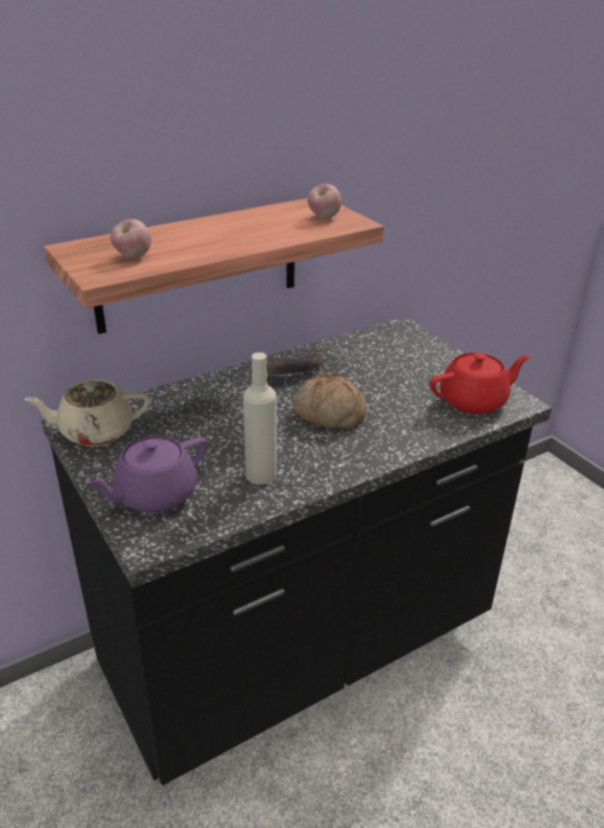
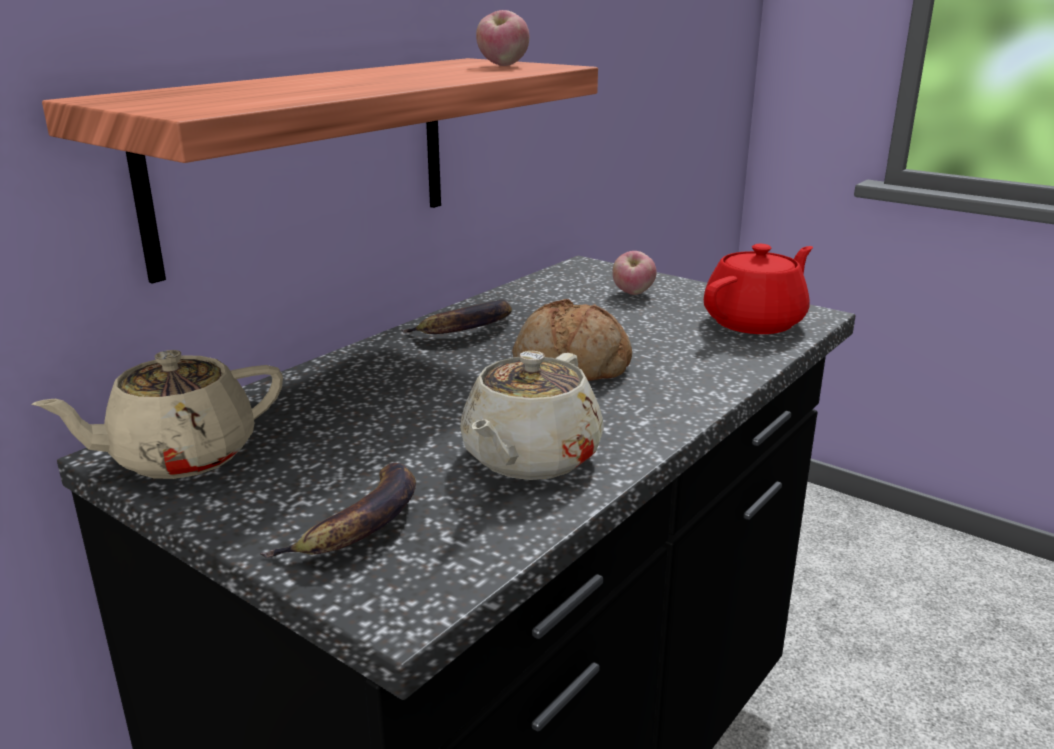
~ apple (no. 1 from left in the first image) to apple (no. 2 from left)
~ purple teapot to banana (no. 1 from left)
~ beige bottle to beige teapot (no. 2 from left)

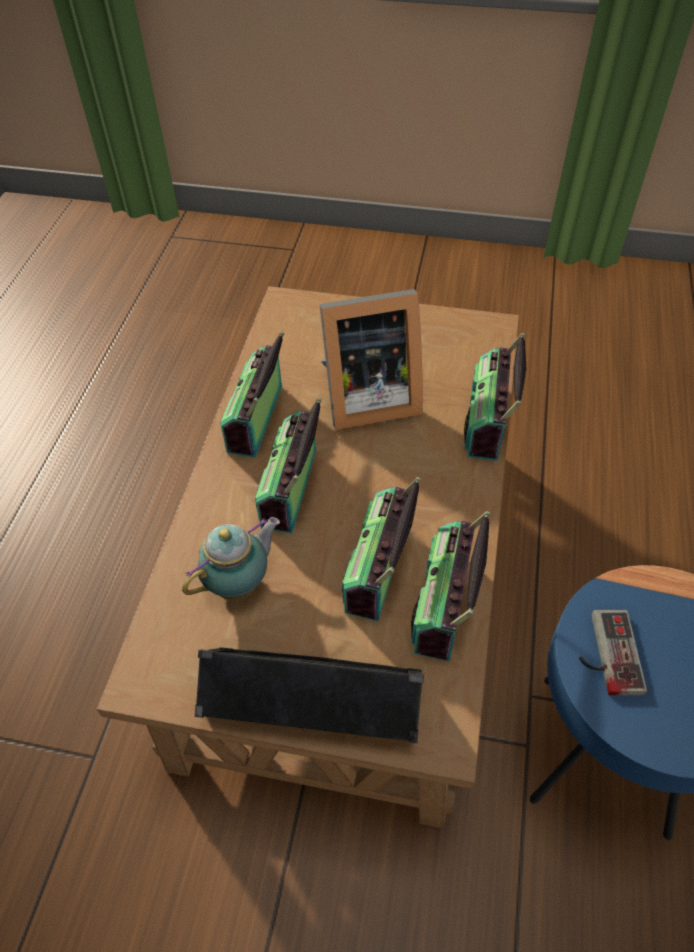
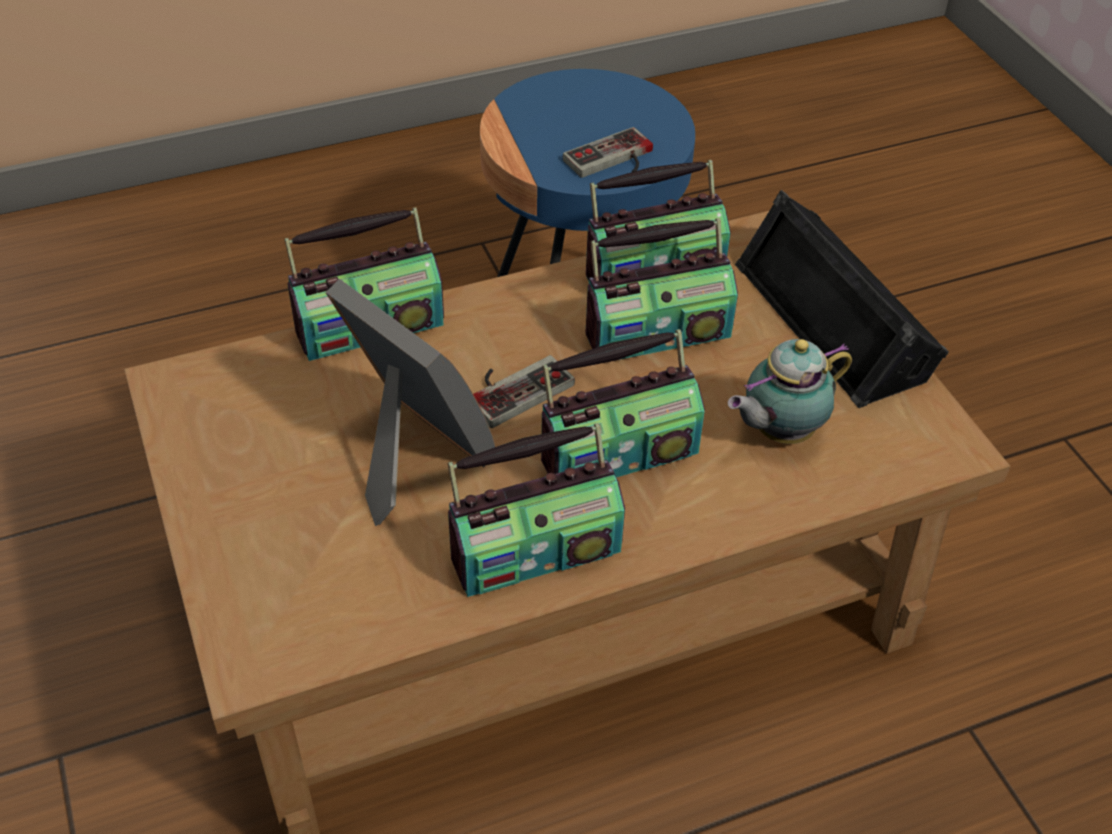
+ game controller (no. 1 from left)
~ teapot 45 degrees counterclockwise

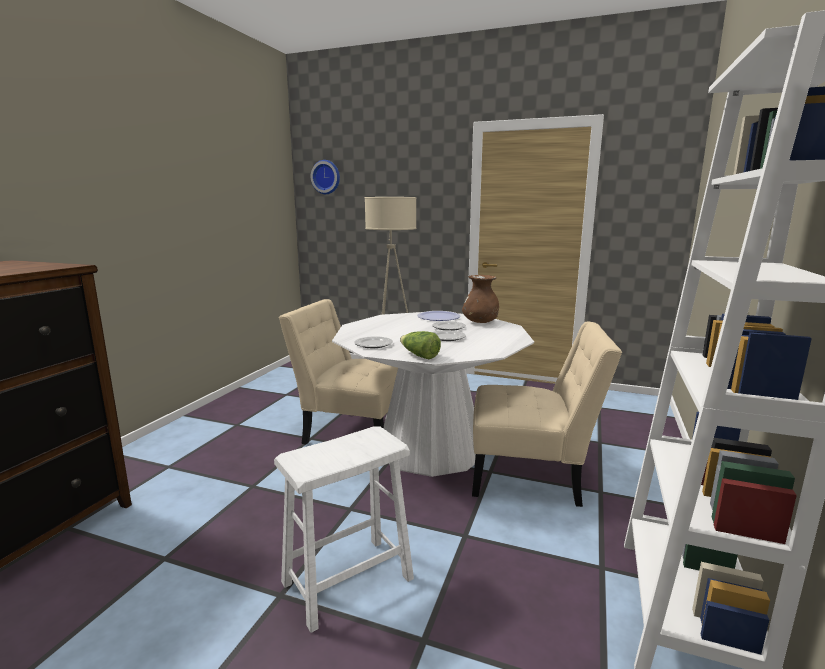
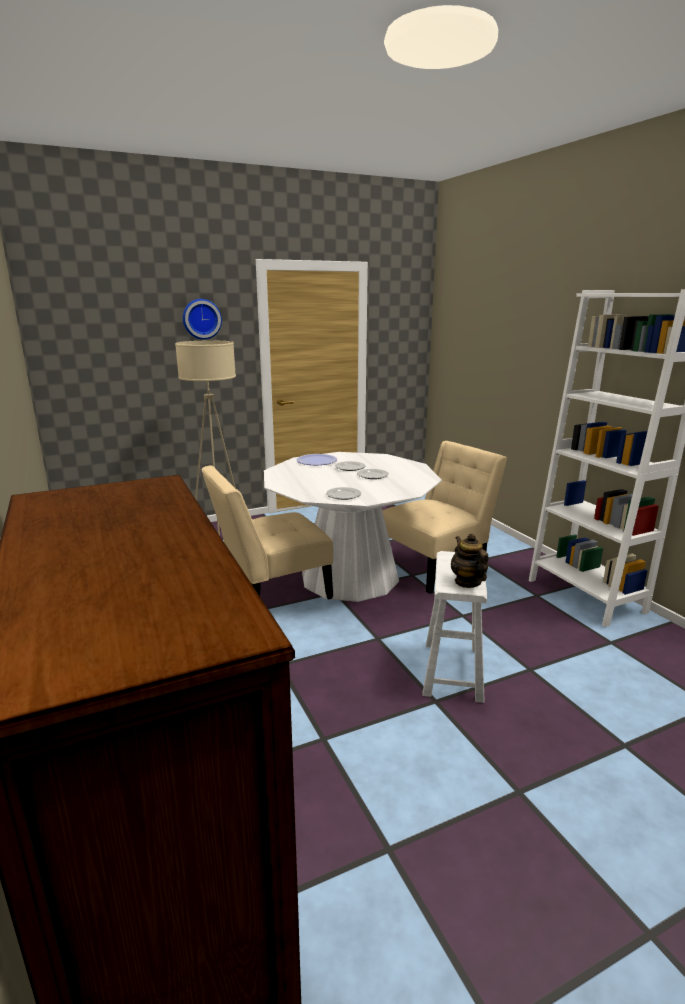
- lettuce
- brown vase
+ teapot
~ wall clock

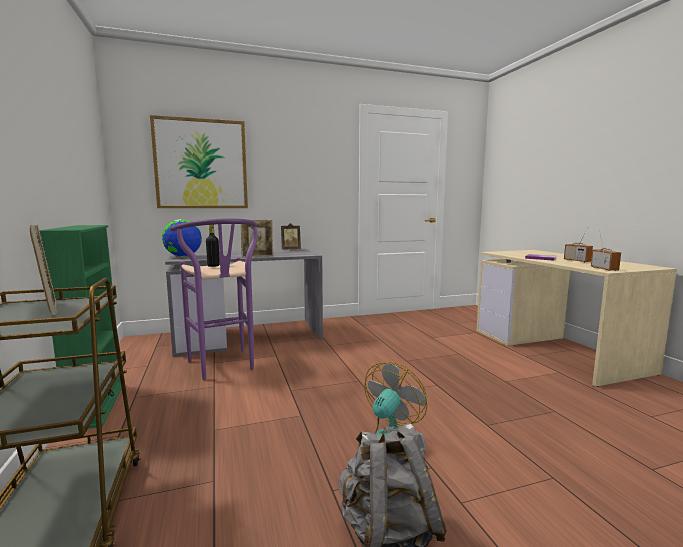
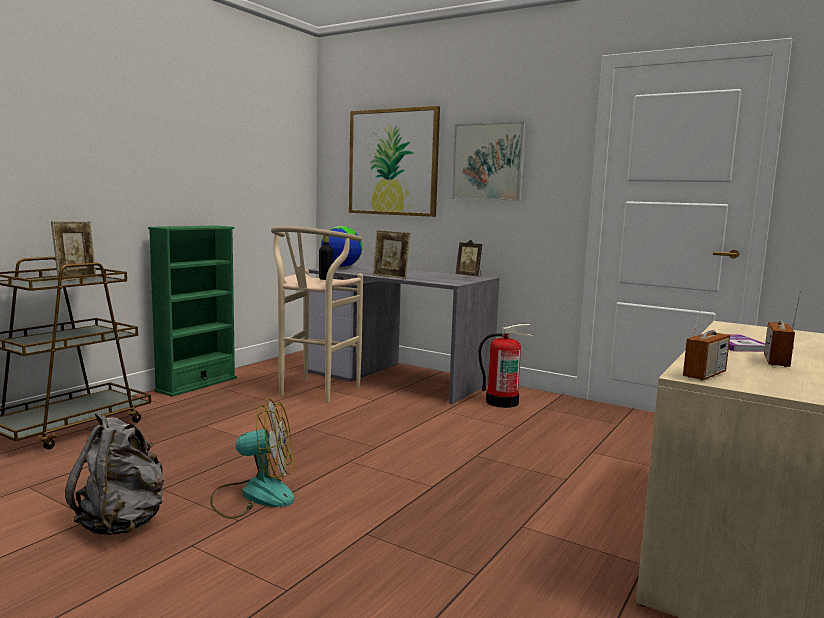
+ picture (no. 2 from left)
+ fire extinguisher
~ purple stool to beige stool

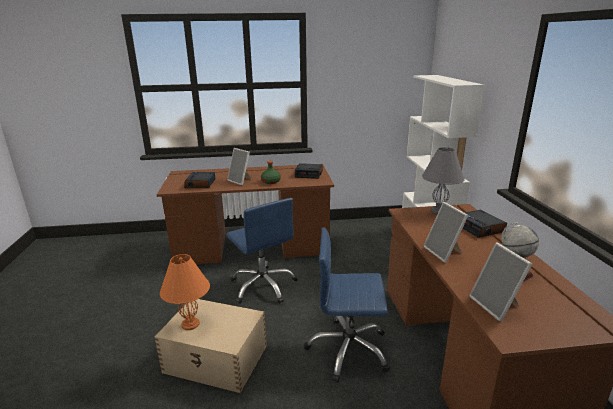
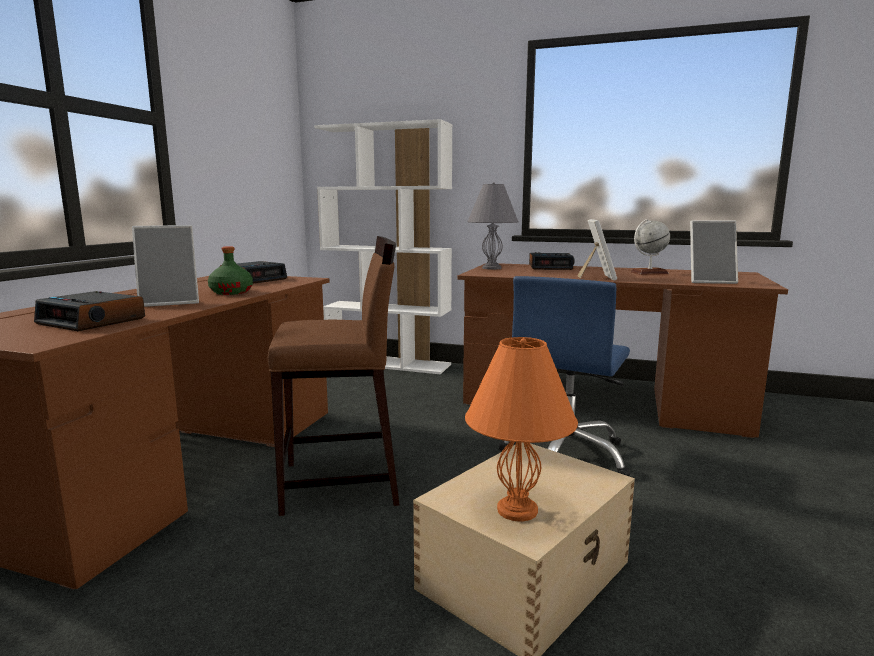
~ blue office chair (no. 1 from left) to brown stool
~ picture frame (no. 2 from left) 90 degrees counterclockwise

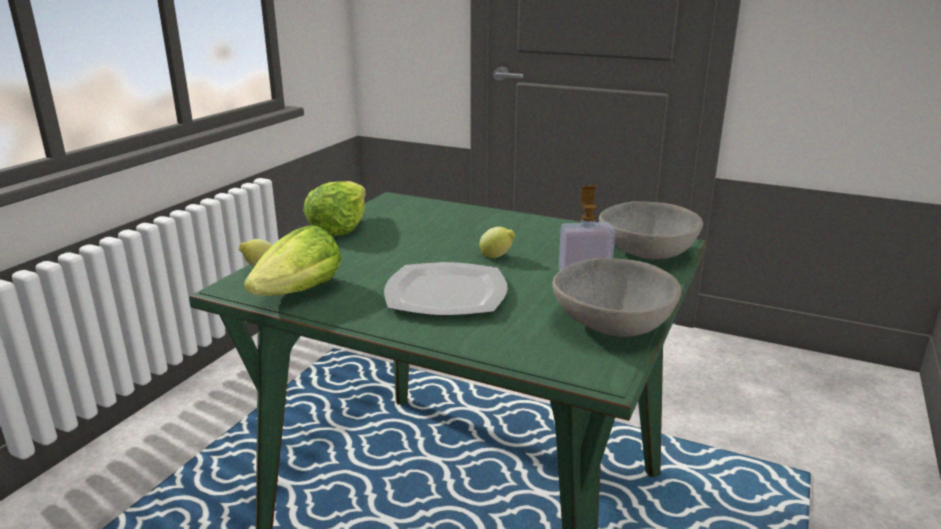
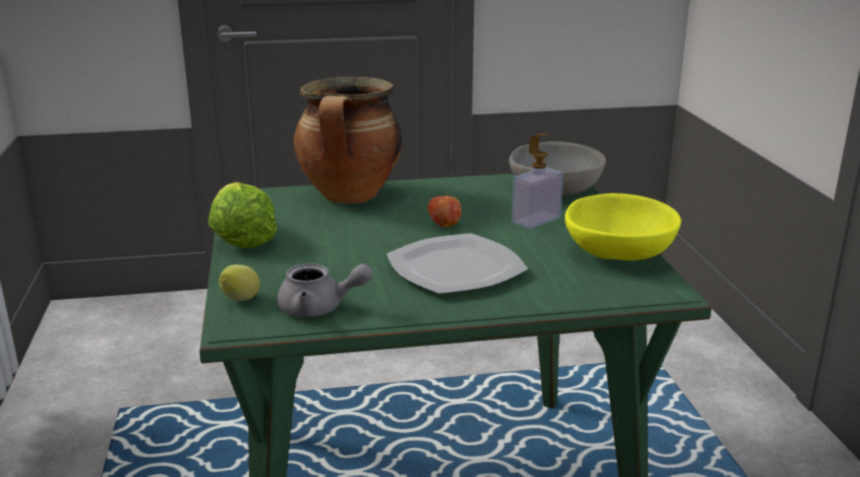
+ cooking pot
~ lettuce (no. 1 from left) to grey teapot
~ lemon (no. 2 from left) to apple
~ grey bowl (no. 1 from left) to yellow bowl

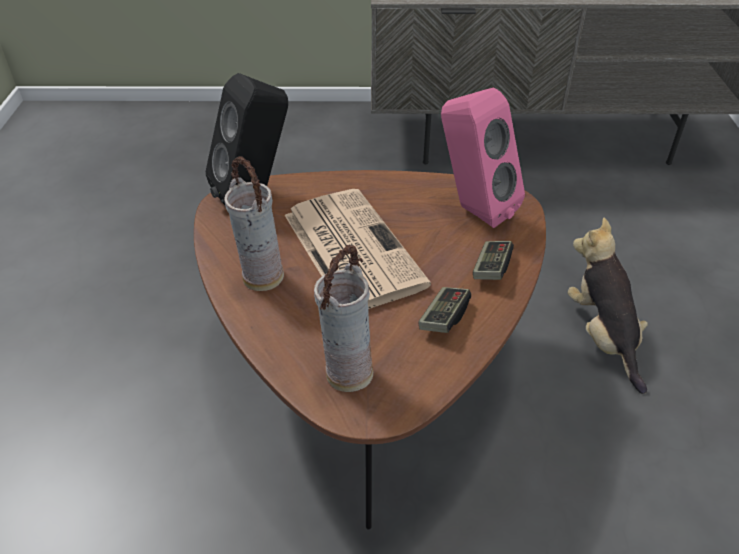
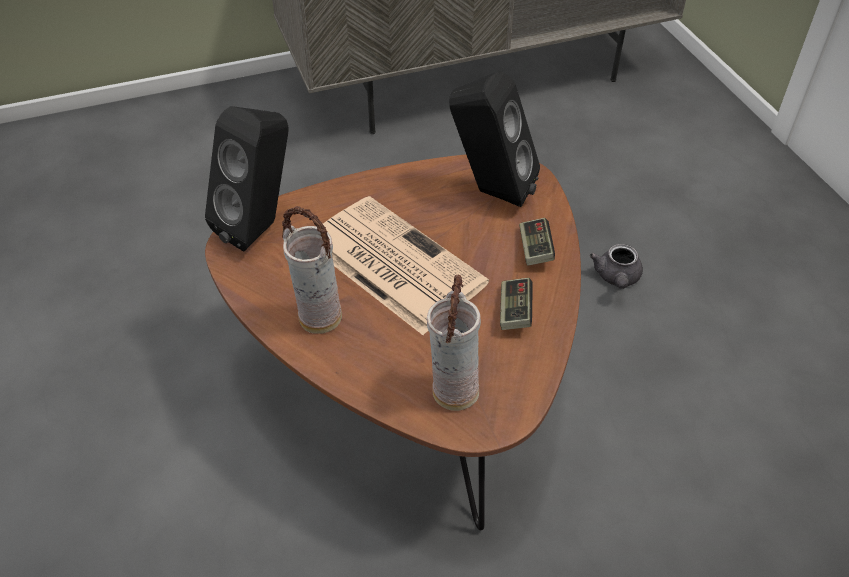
~ plush toy to grey teapot
~ pink speaker to black speaker (no. 2 from left)

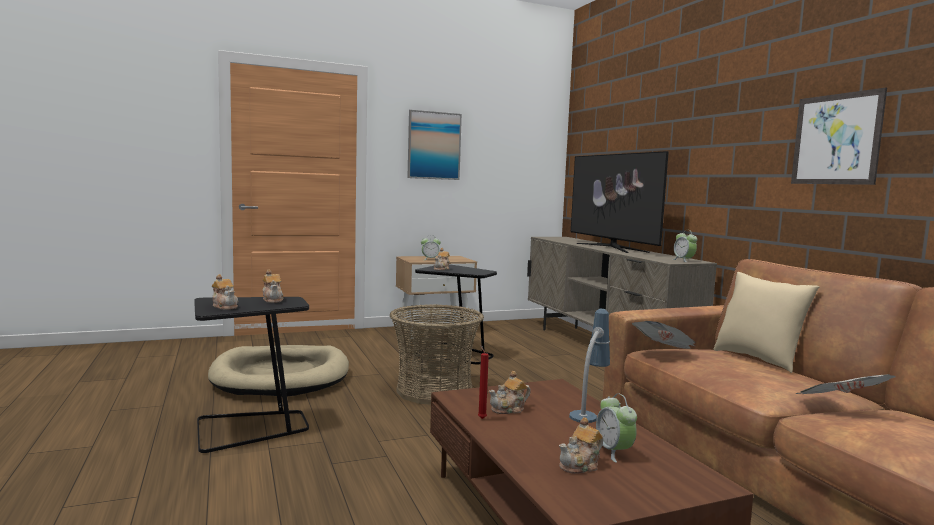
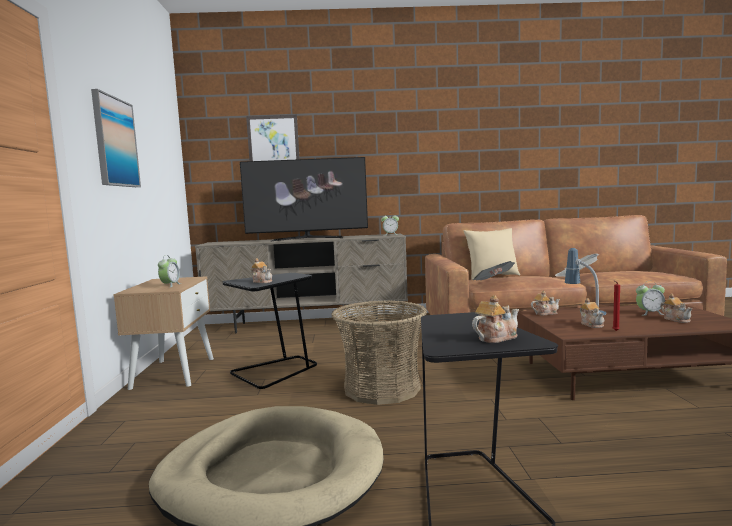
~ teapot (no. 2 from left in the first image) to teapot (no. 3 from left)
~ picture (no. 2 from left)

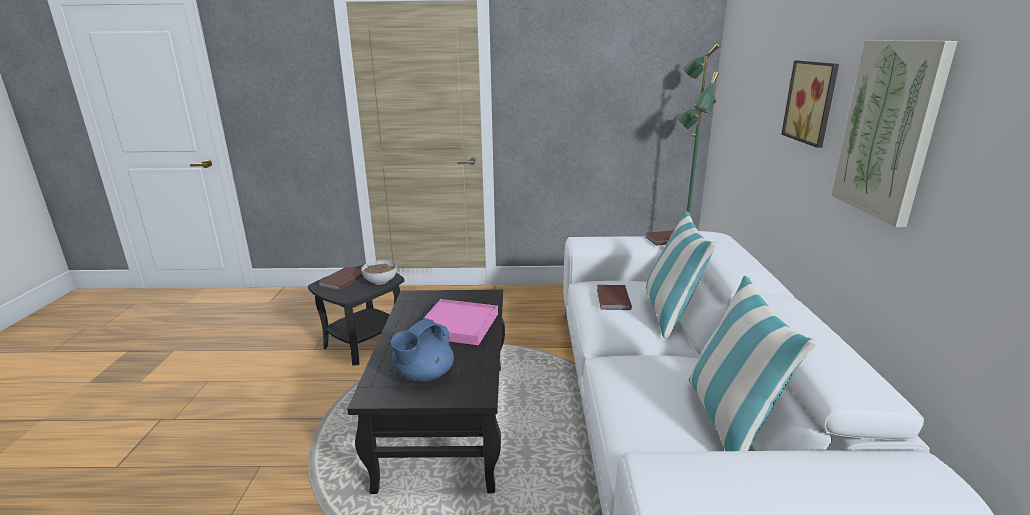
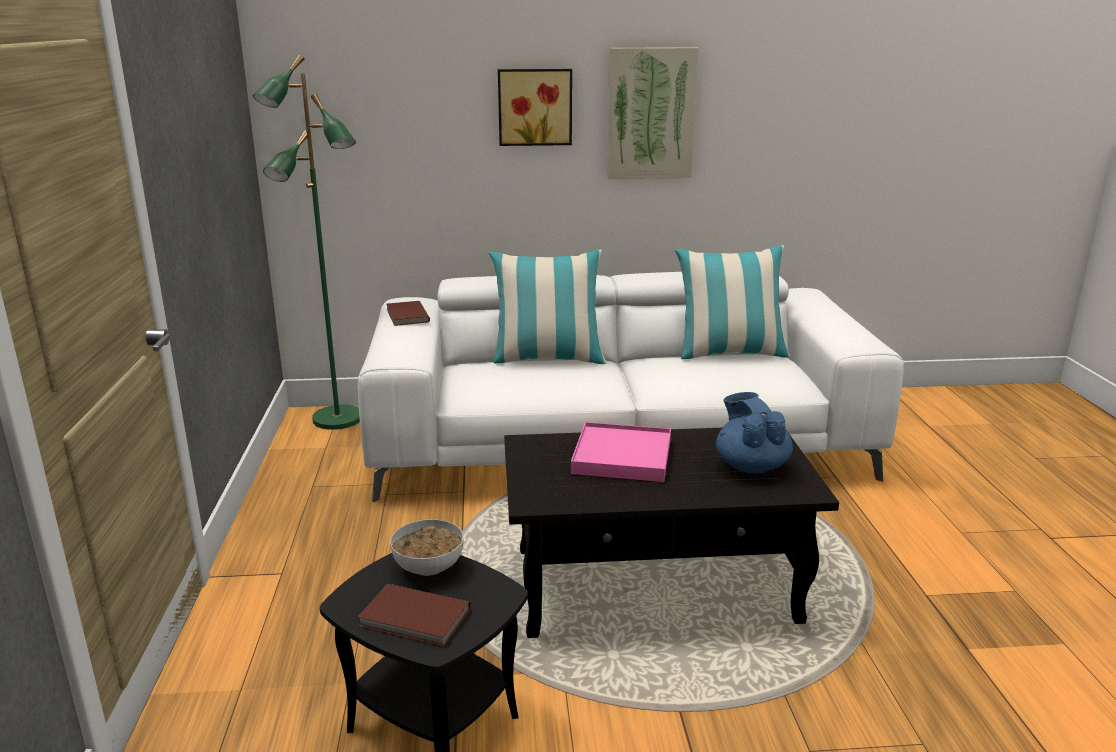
- brown book (no. 2 from left)
~ blue teapot 135 degrees counterclockwise

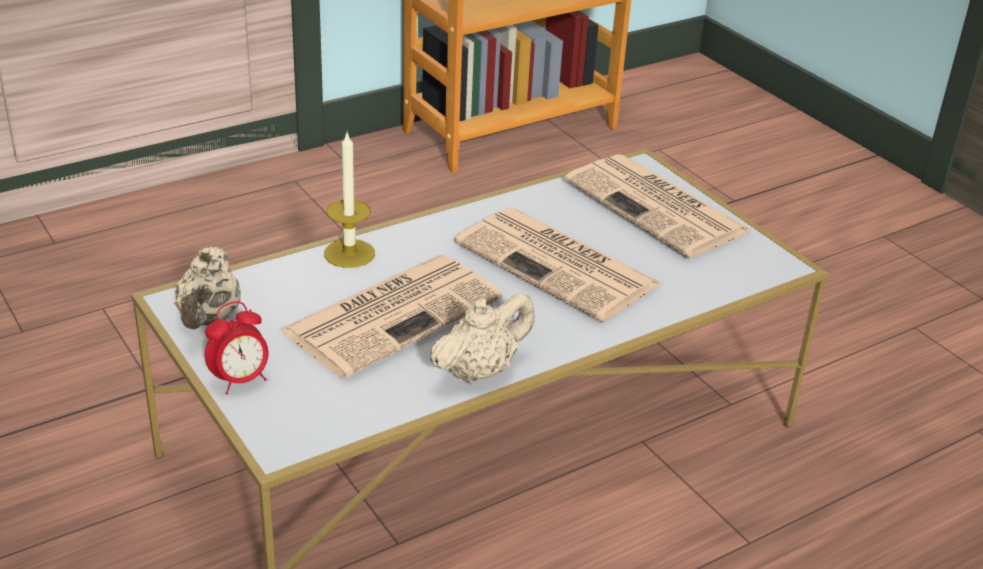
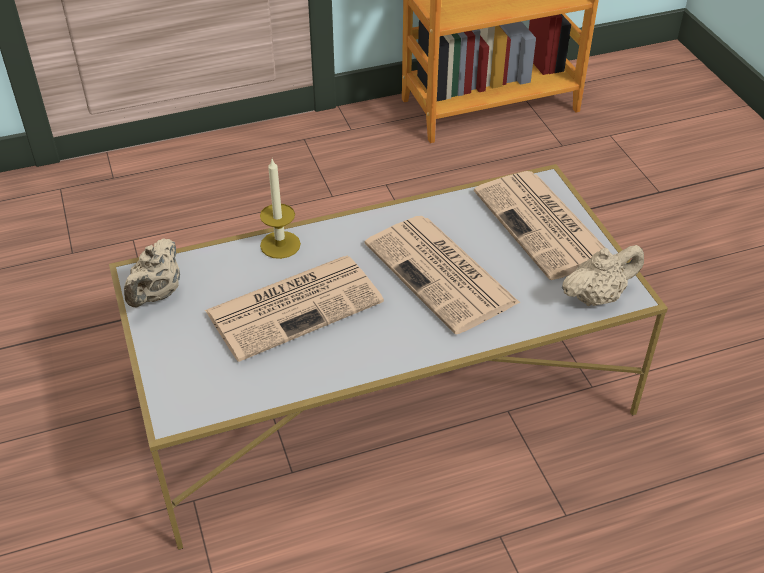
- alarm clock
~ beige teapot (no. 2 from left)

